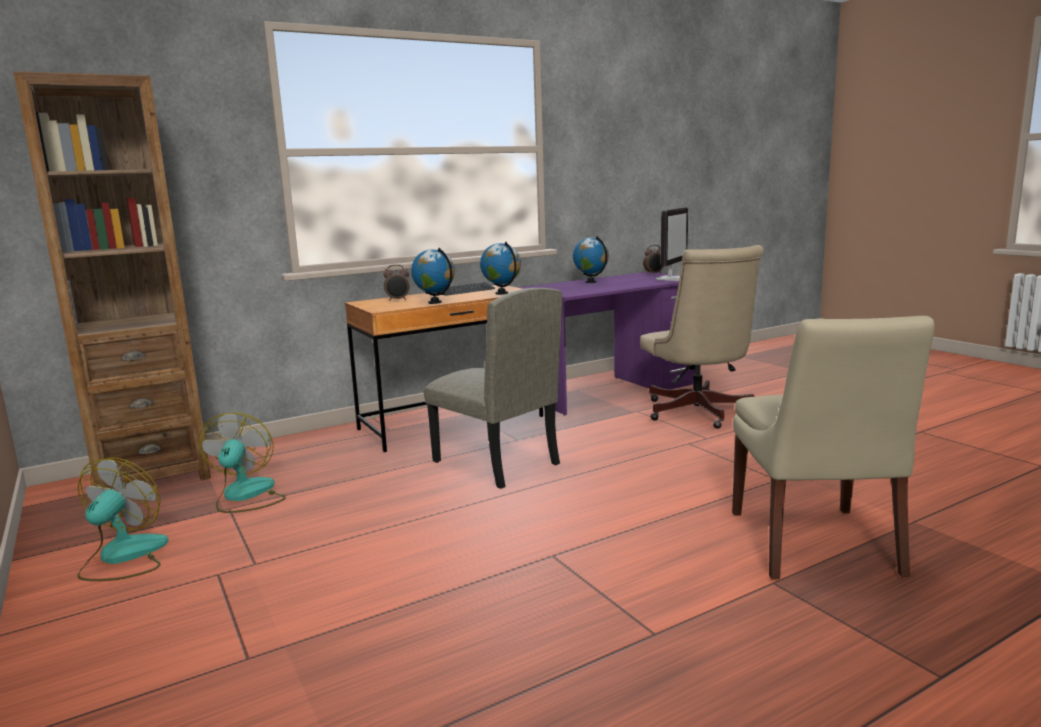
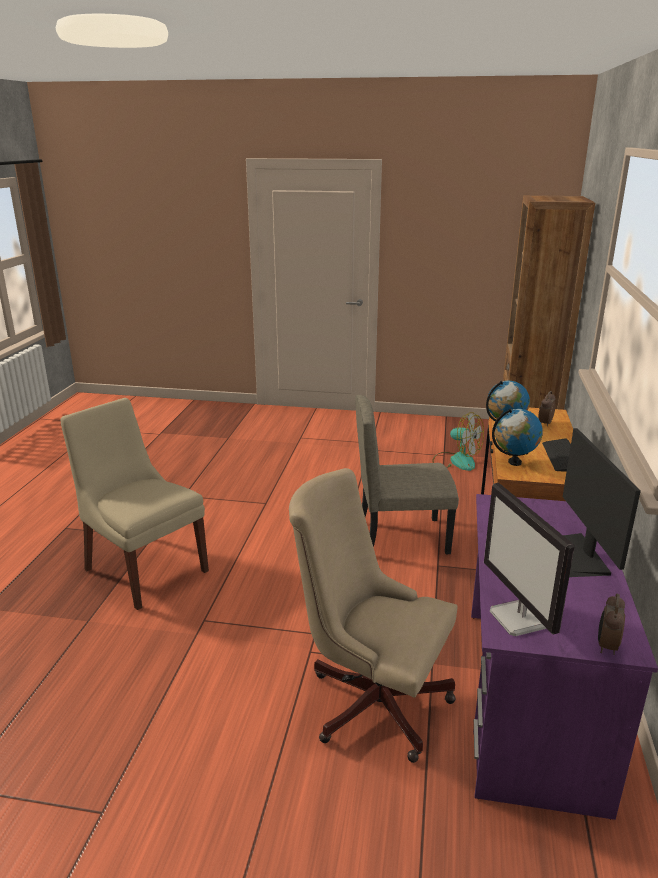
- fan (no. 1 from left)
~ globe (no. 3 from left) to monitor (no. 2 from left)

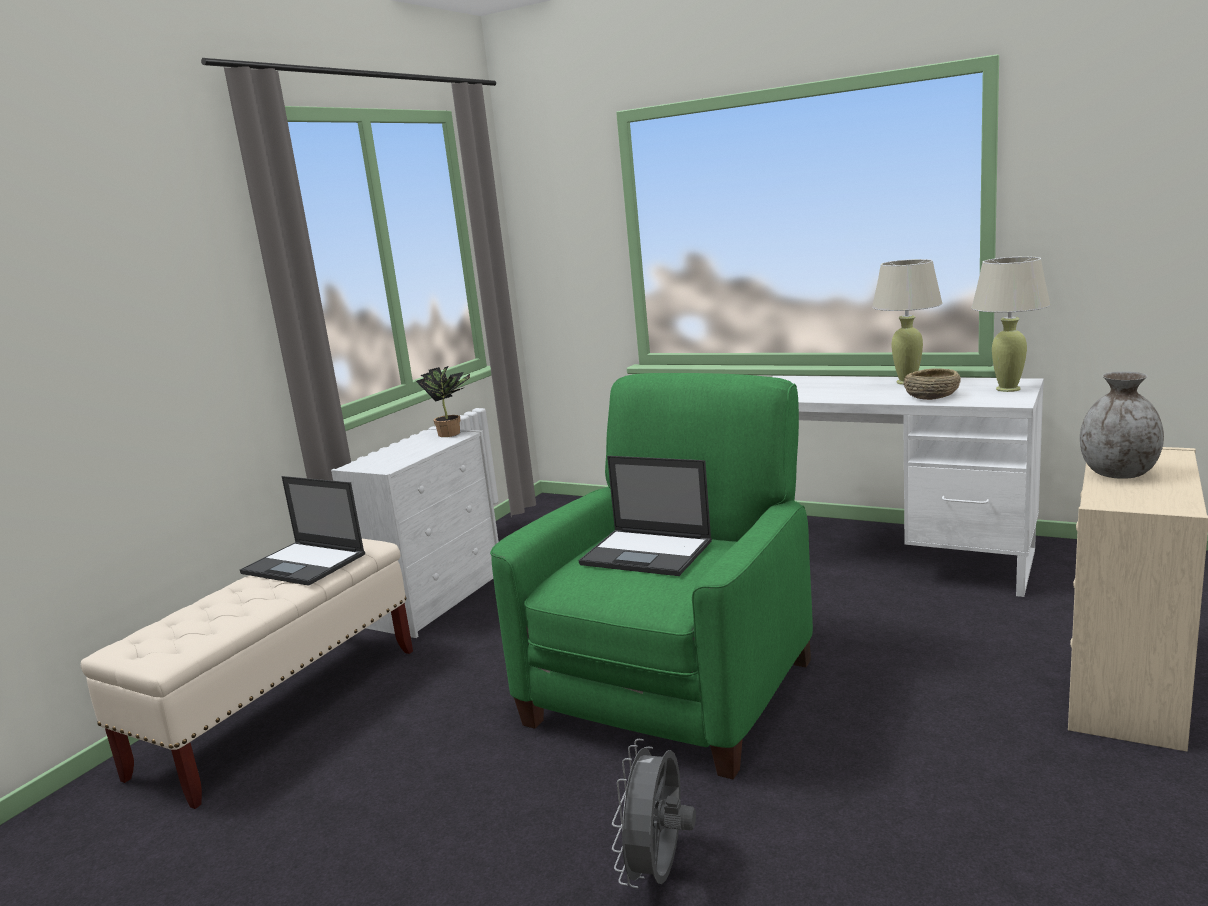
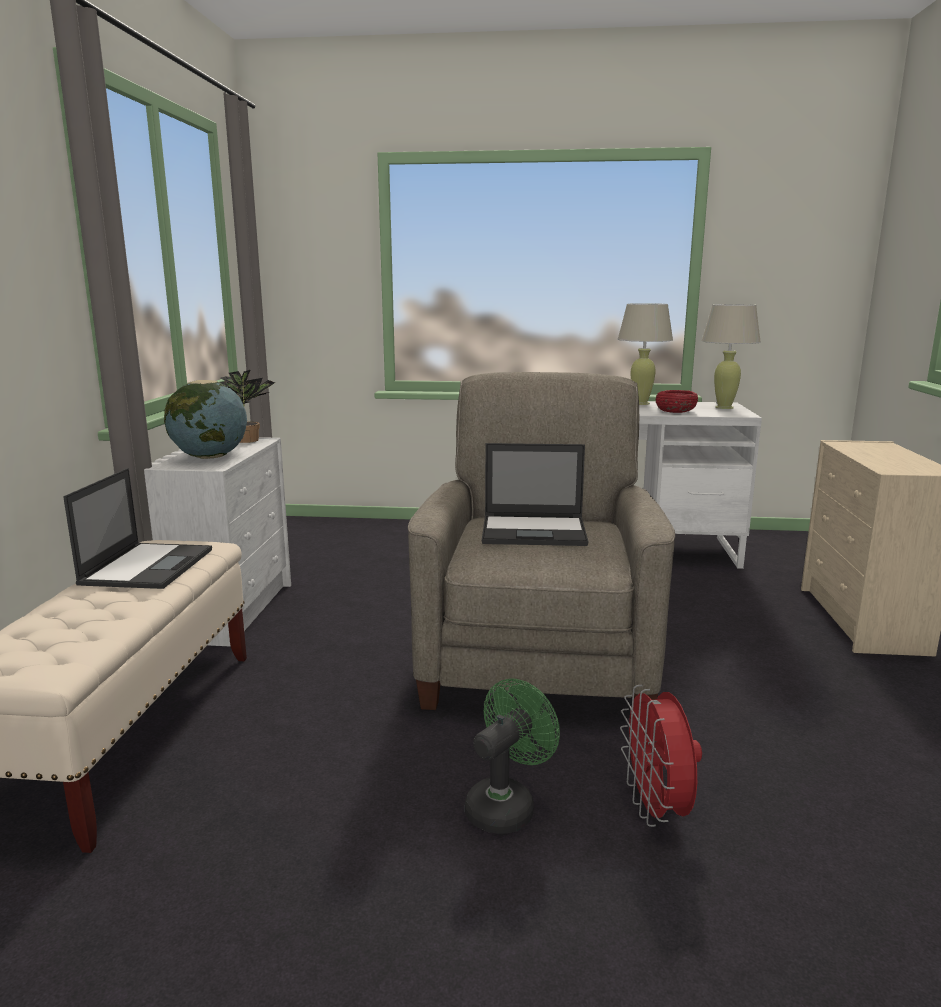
- grey vase
+ globe
+ green fan
~ green armchair to beige armchair
~ grey fan to red fan
~ beige bowl to red bowl
~ laptop (no. 1 from left) 90 degrees counterclockwise

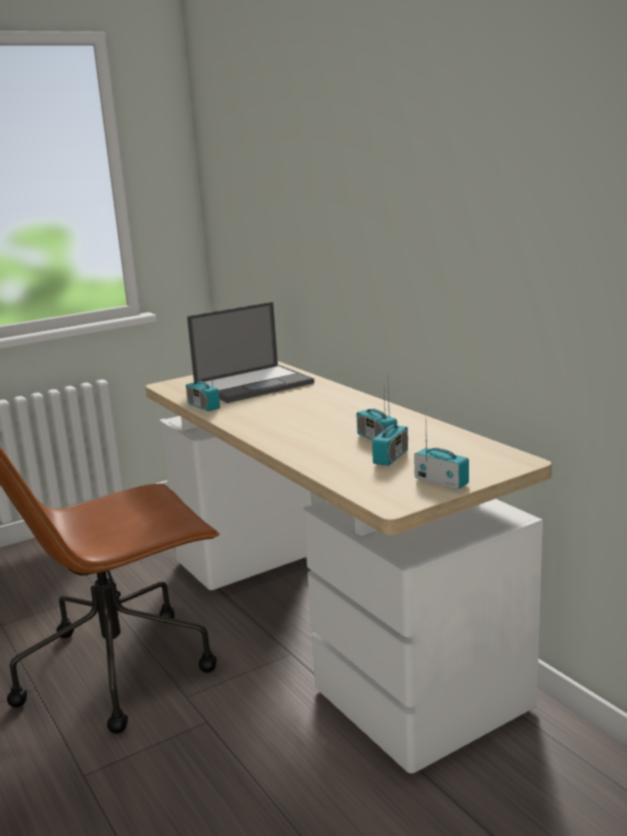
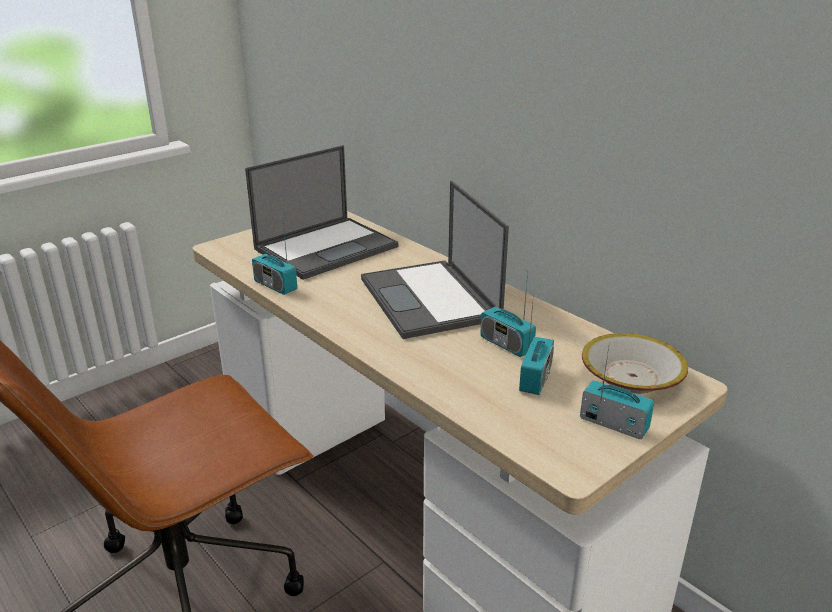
+ laptop (no. 2 from left)
+ bowl

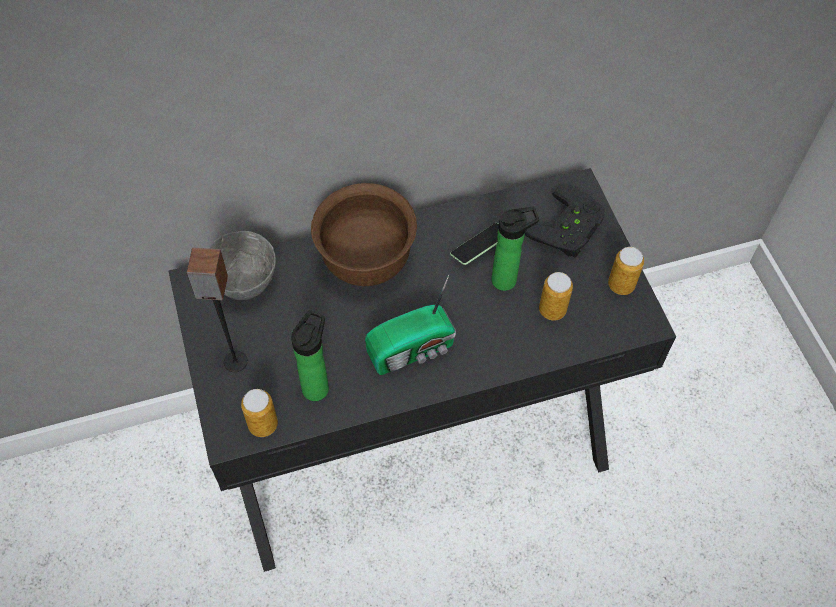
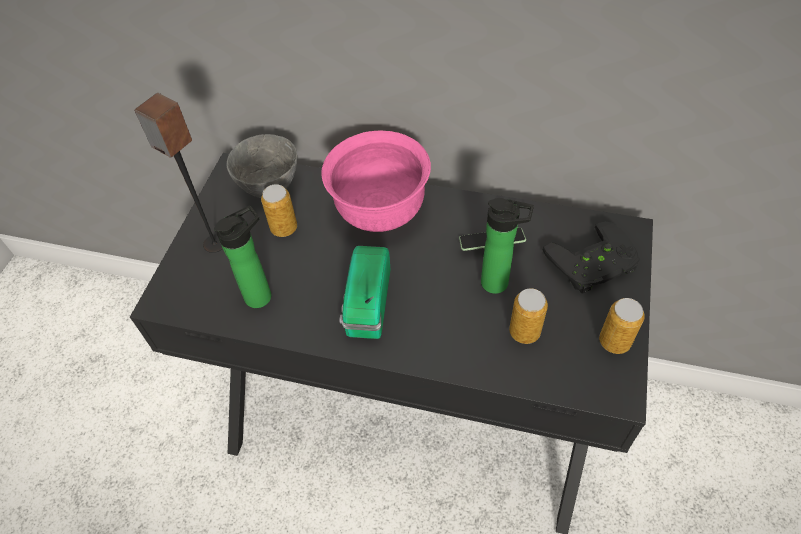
~ can (no. 1 from left)
~ brown bowl to pink bowl
~ radio 90 degrees clockwise

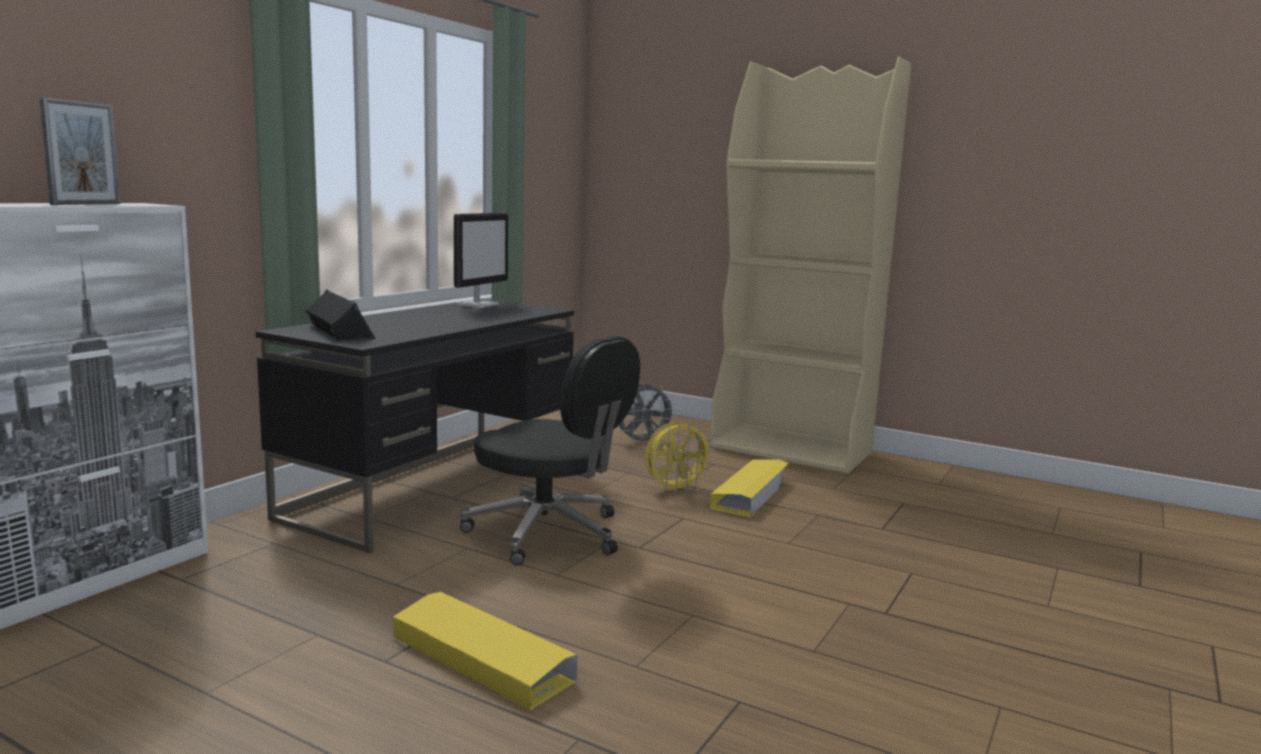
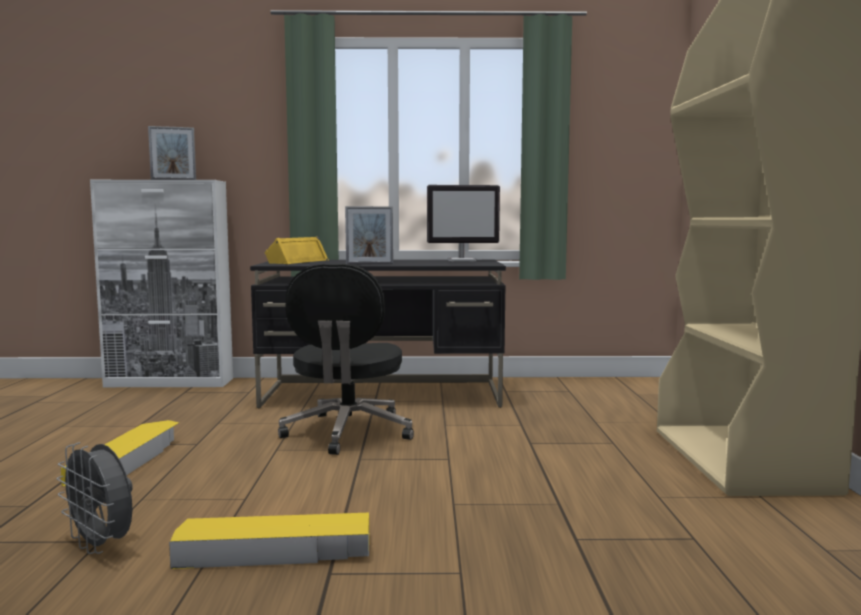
- yellow fan
+ picture frame (no. 2 from left)
~ grey fan
~ yellow storage box (no. 2 from left)
~ black speaker to yellow speaker

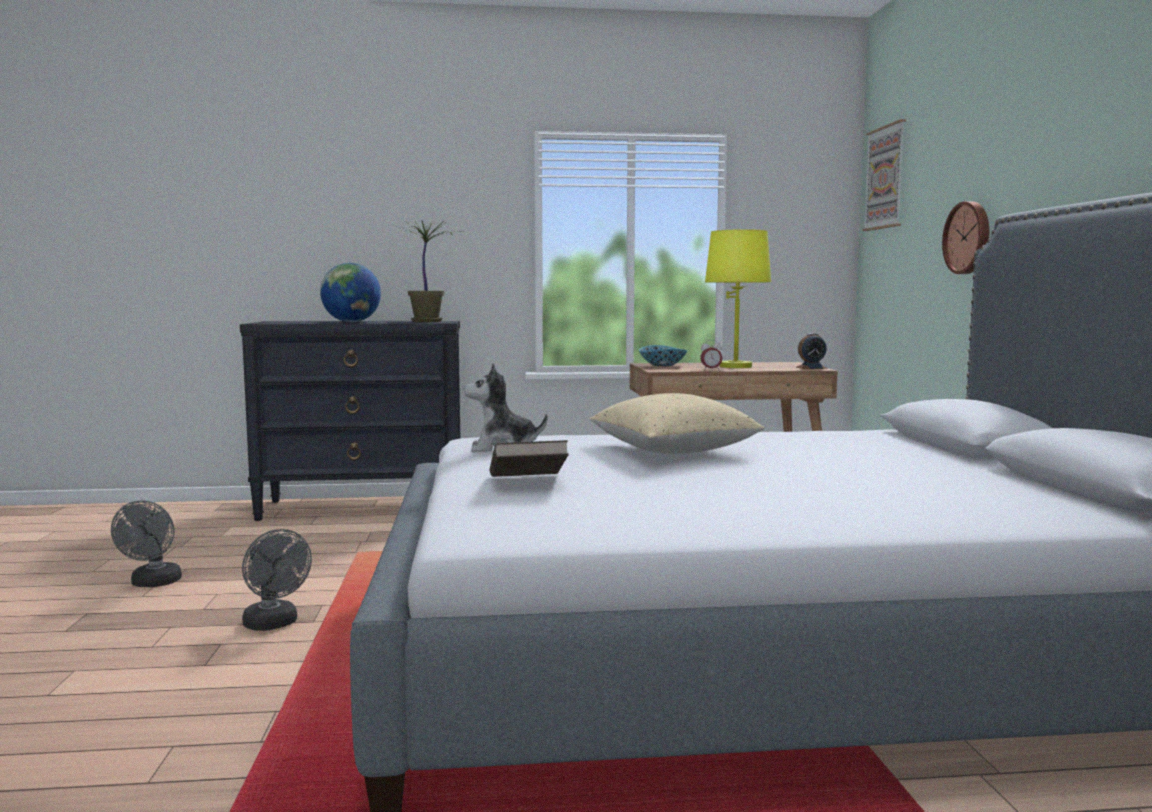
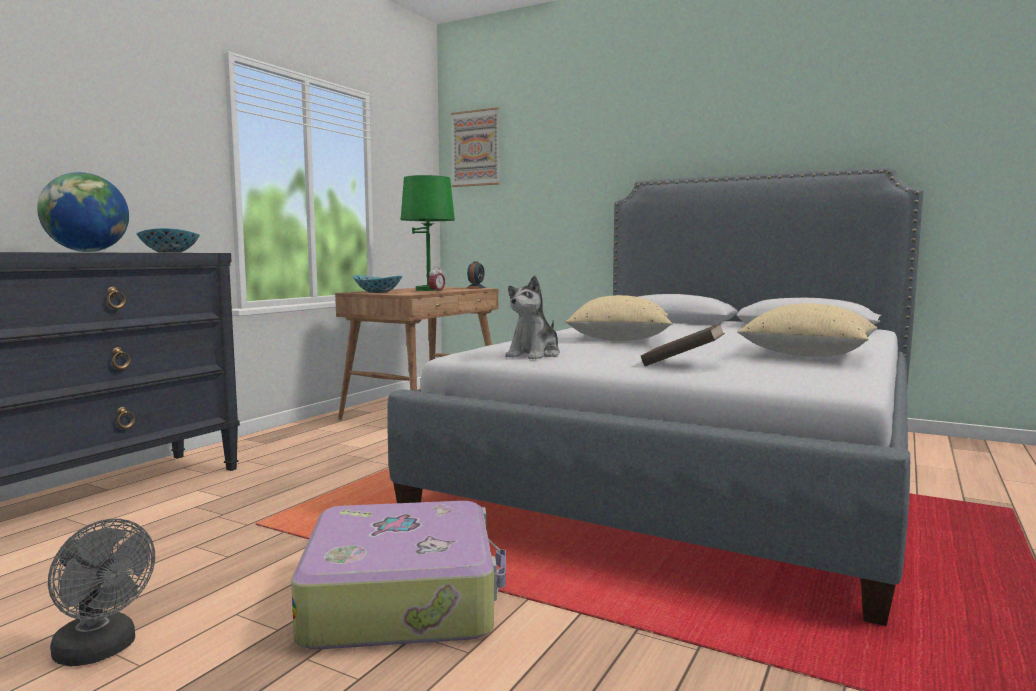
- wall clock
+ beige pillow (no. 2 from left)
~ grey fan (no. 2 from left) to suitcase
~ potted plant to bowl (no. 1 from left)
~ yellow table lamp to green table lamp

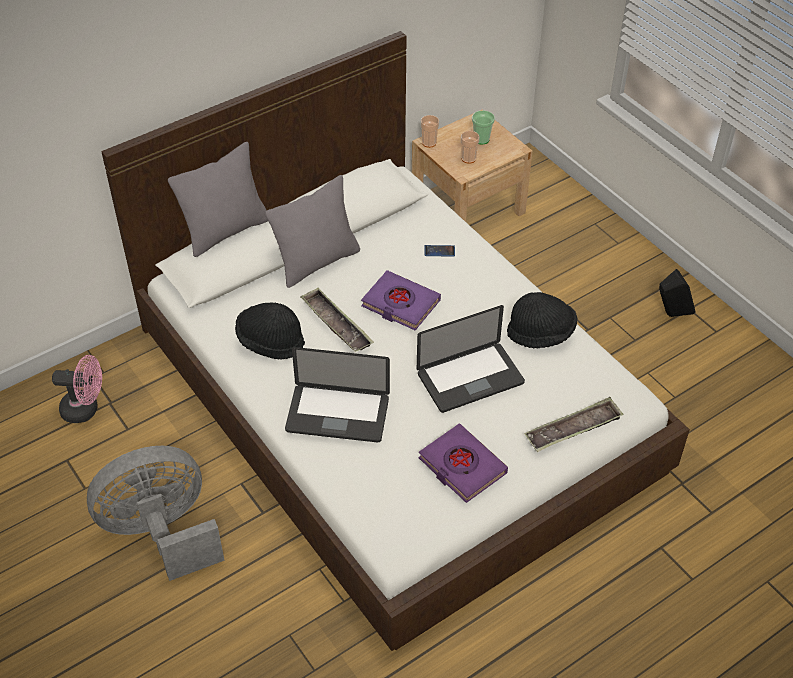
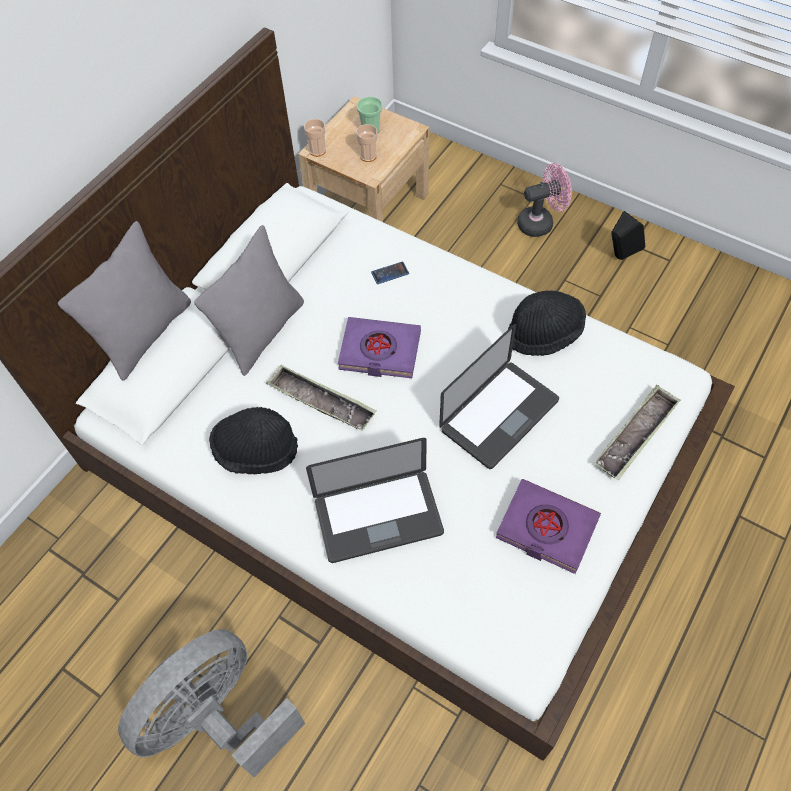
~ pink fan

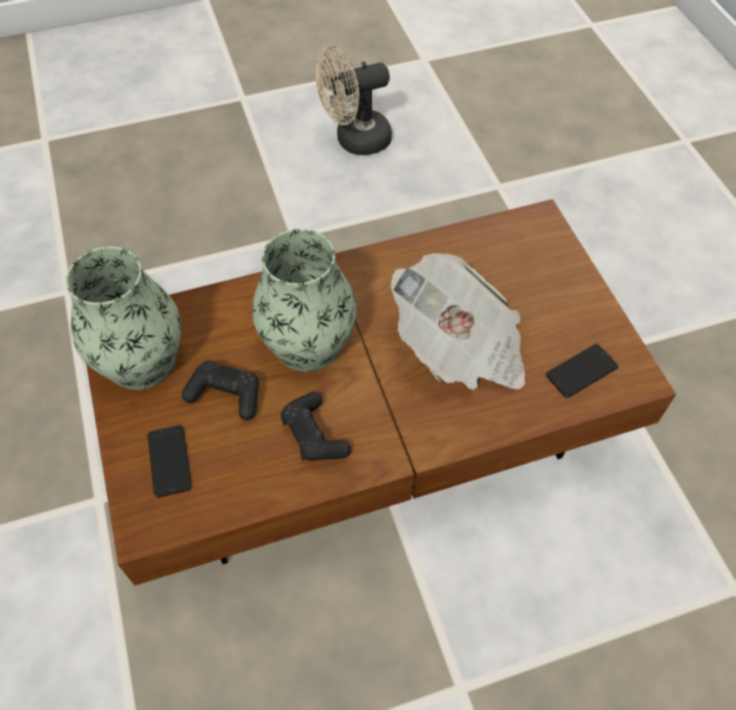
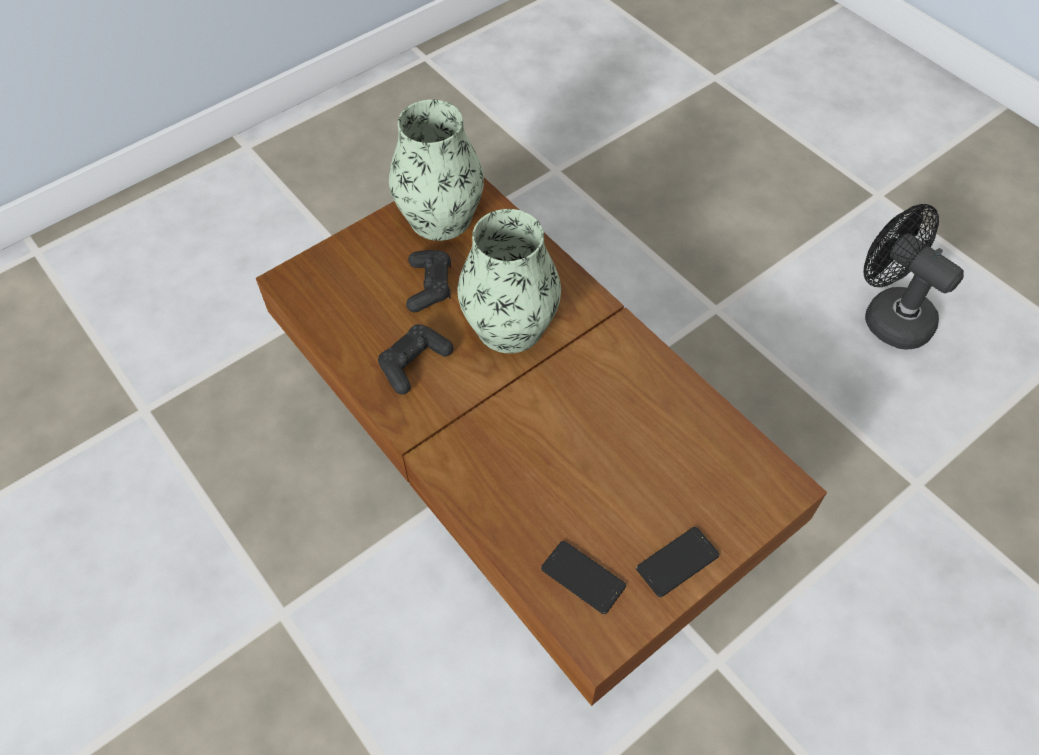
- newspaper
~ phone (no. 1 from left in the first image) to phone (no. 2 from left)
~ beige fan to black fan

